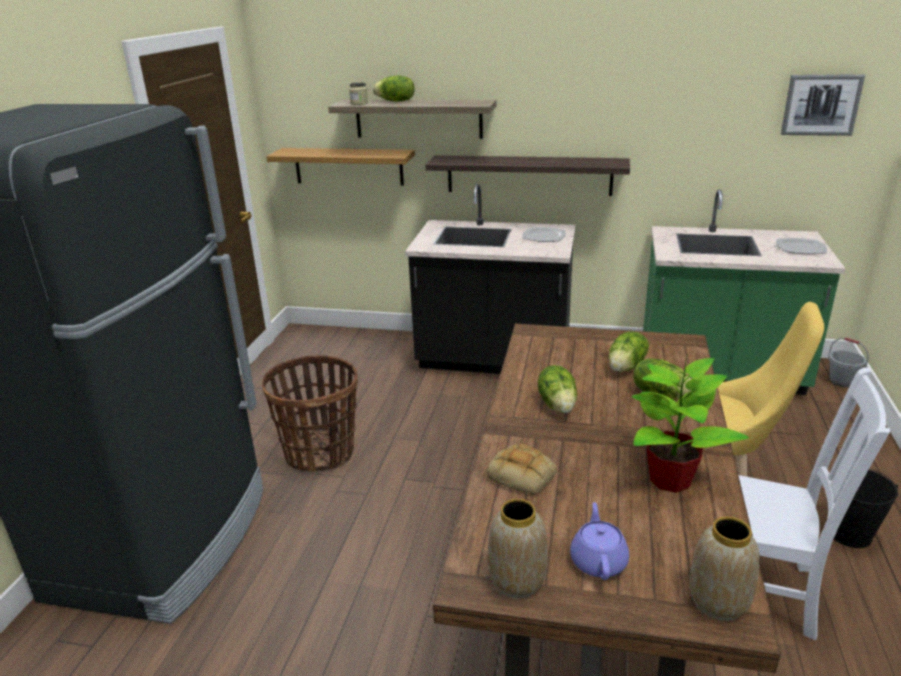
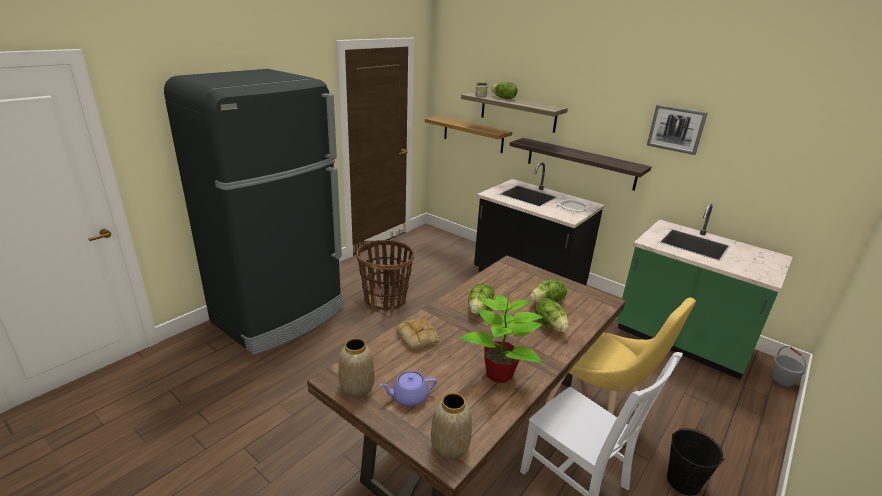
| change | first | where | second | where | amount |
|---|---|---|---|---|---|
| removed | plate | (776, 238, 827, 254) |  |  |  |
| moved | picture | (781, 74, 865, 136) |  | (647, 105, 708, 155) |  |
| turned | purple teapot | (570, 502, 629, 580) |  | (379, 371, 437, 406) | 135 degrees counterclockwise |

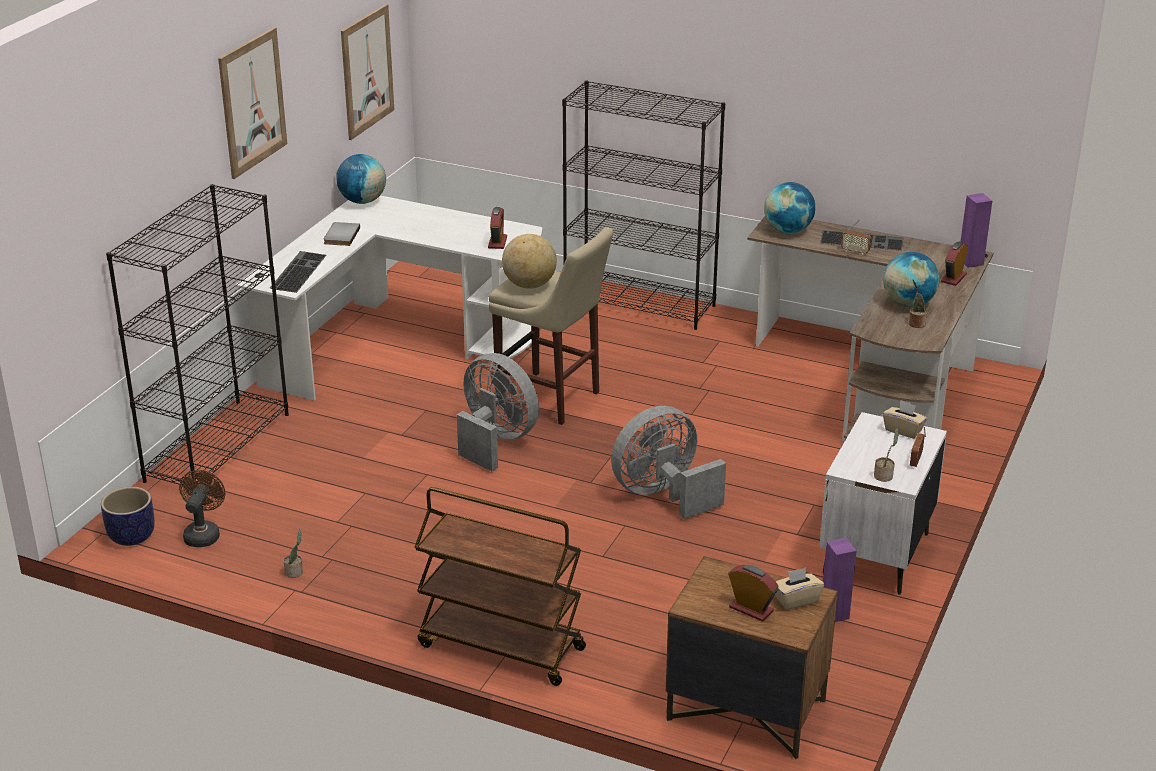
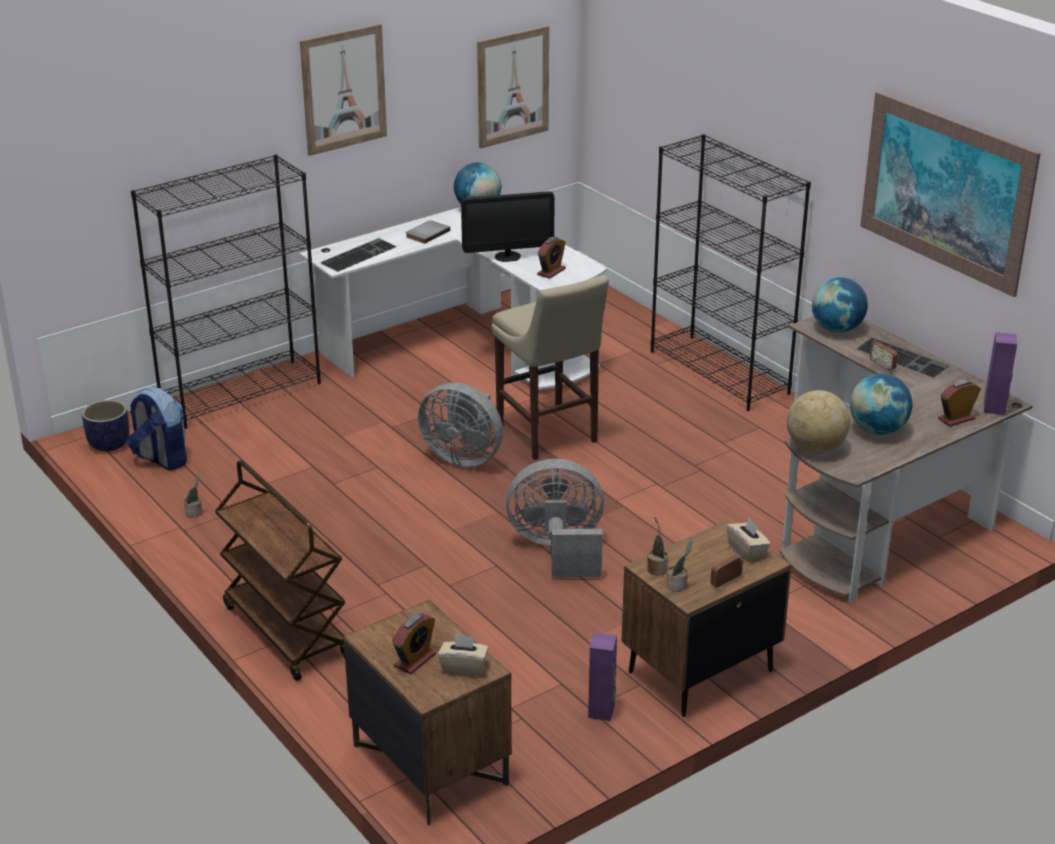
| change | first | where | second | where | amount |
|---|---|---|---|---|---|
| added |  |  | monitor | (461, 191, 555, 262) |  |
| added |  |  | picture | (860, 92, 1041, 297) |  |
| moved | globe | (502, 234, 557, 289) |  | (787, 390, 850, 453) |  |
| moved | potted plant | (909, 280, 927, 328) |  | (647, 516, 668, 576) |  |
| replaced | brown fan | (179, 470, 225, 547) | backpack | (127, 387, 187, 470) |  |
| recoloured | white nightstand | (819, 412, 947, 594) | brown nightstand | (621, 521, 792, 717) |  |
| turned | grey fan | (457, 353, 539, 471) |  | (418, 383, 503, 467) | 135 degrees clockwise |
| turned | alarm clock | (728, 565, 779, 622) |  | (392, 613, 436, 674) | 60 degrees clockwise |

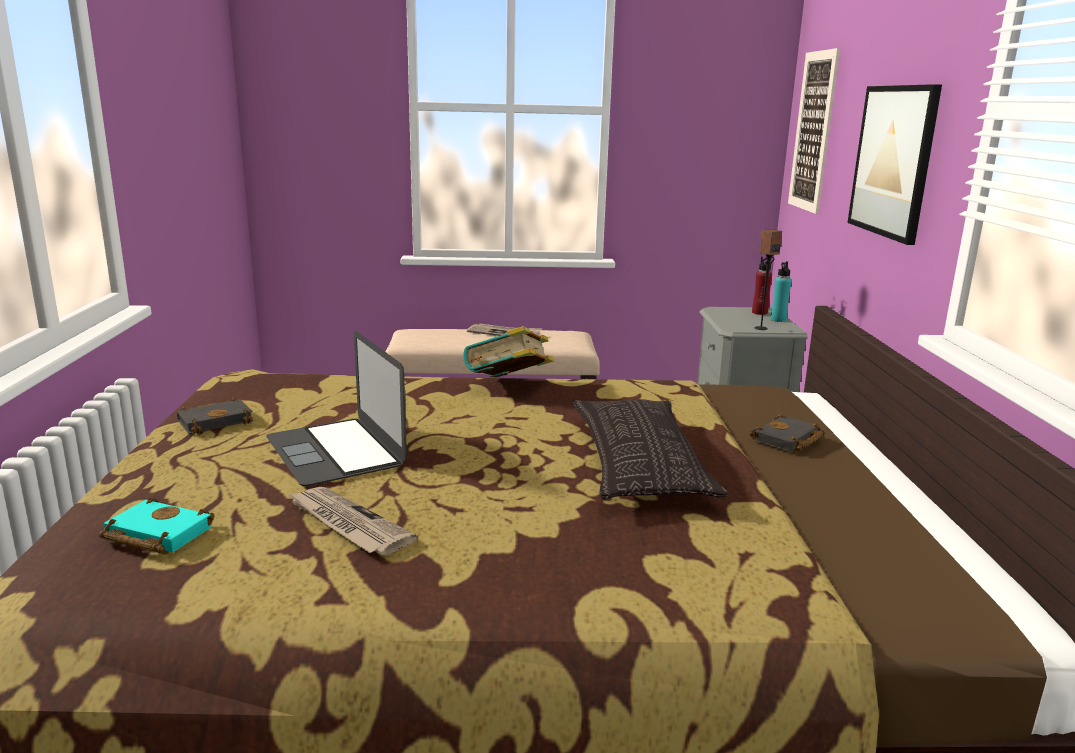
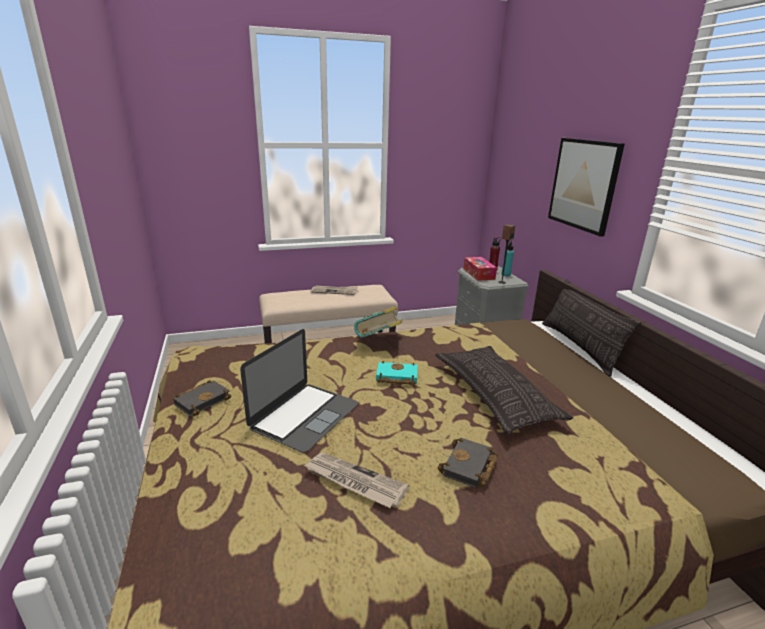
| change | first | where | second | where | amount |
|---|---|---|---|---|---|
| removed | picture | (788, 48, 840, 214) |  |  |  |
| added |  |  | tissue box | (464, 257, 497, 281) |  |
| added |  |  | pillow | (542, 279, 641, 377) |  |
| moved | turquoise book | (99, 498, 215, 555) |  | (376, 361, 418, 385) |  |
| moved | black book | (749, 414, 825, 453) |  | (437, 438, 498, 488) |  |
| turned | laptop | (266, 331, 407, 486) |  | (240, 329, 358, 453) | 105 degrees counterclockwise |

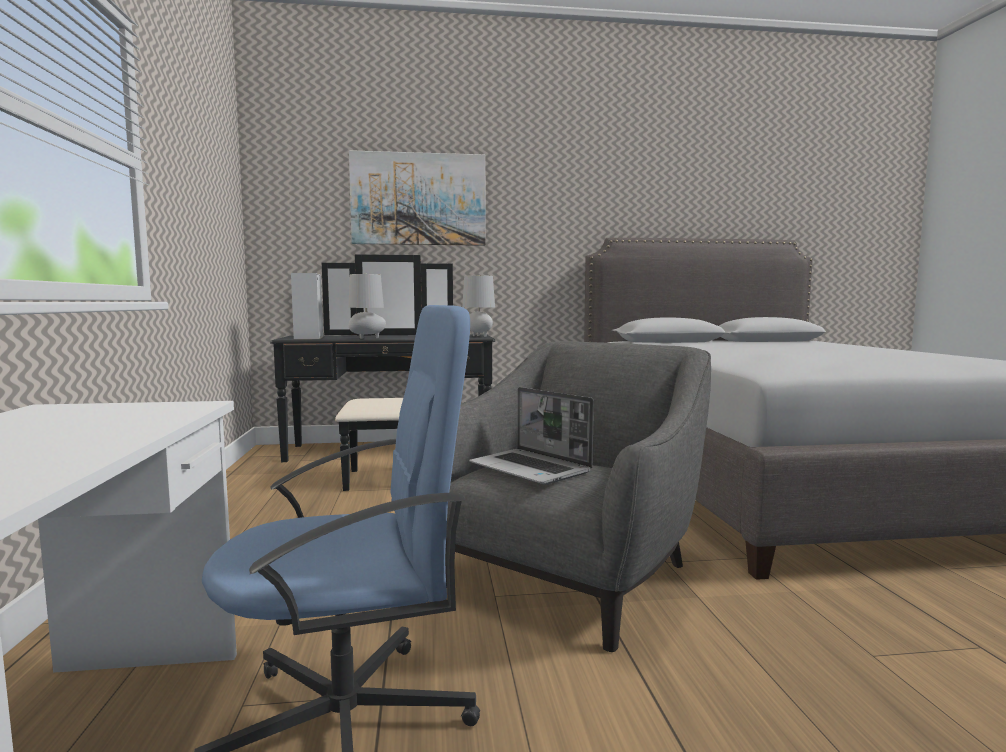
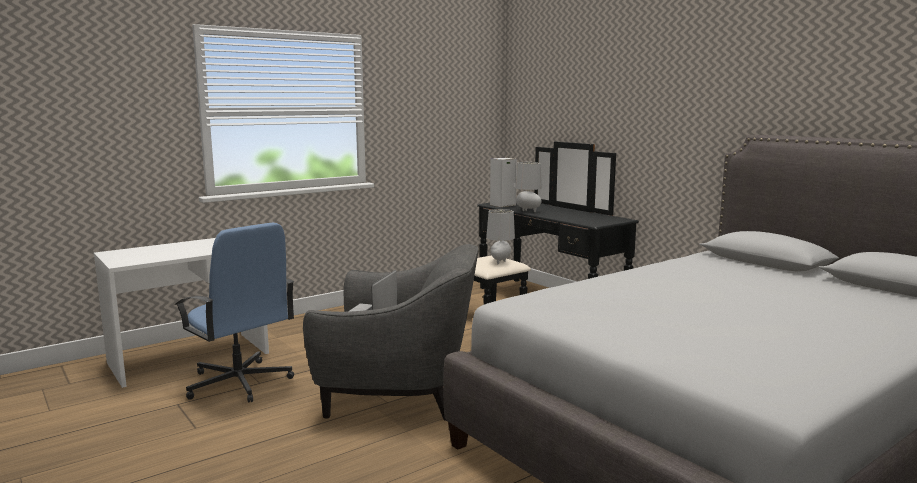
| change | first | where | second | where | amount |
|---|---|---|---|---|---|
| removed | picture | (349, 150, 486, 246) |  |  |  |
| moved | grey table lamp | (462, 275, 495, 337) |  | (486, 209, 515, 264) |  |

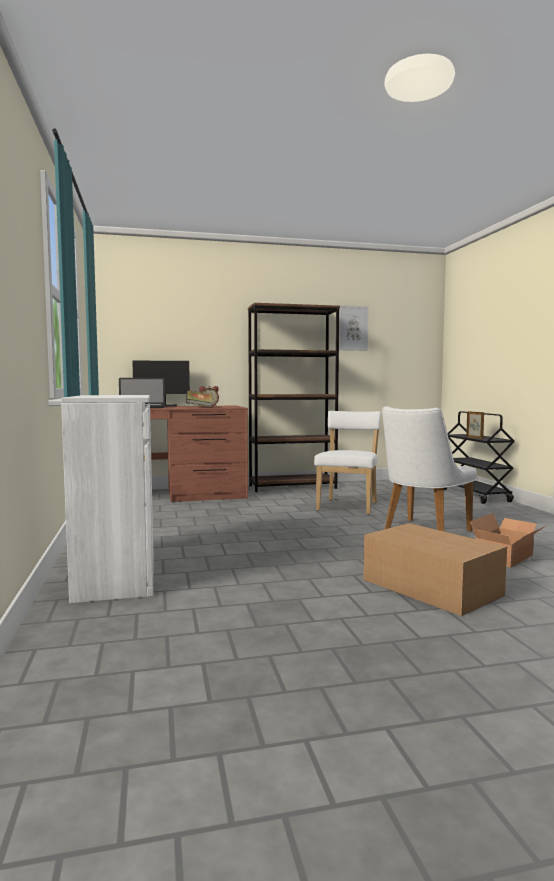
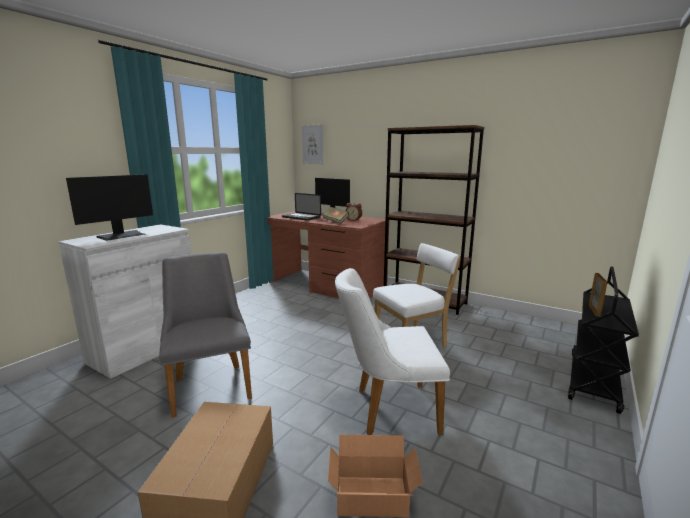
| change | first | where | second | where | amount |
|---|---|---|---|---|---|
| added |  |  | monitor | (66, 174, 153, 241) |  |
| added |  |  | grey chair | (159, 252, 252, 418) |  |
| moved | picture | (339, 305, 369, 351) |  | (301, 124, 324, 164) |  |

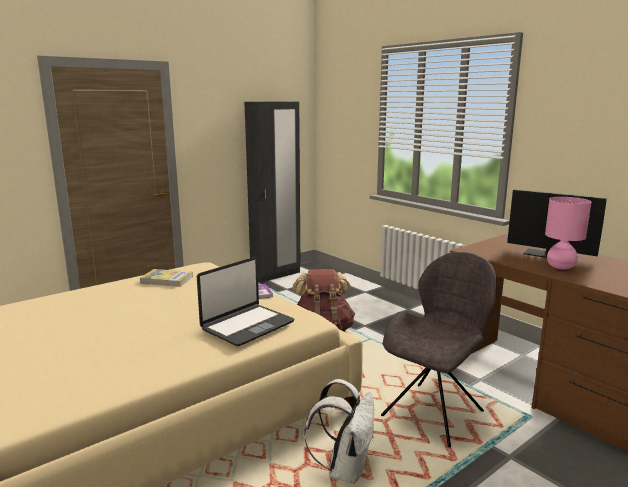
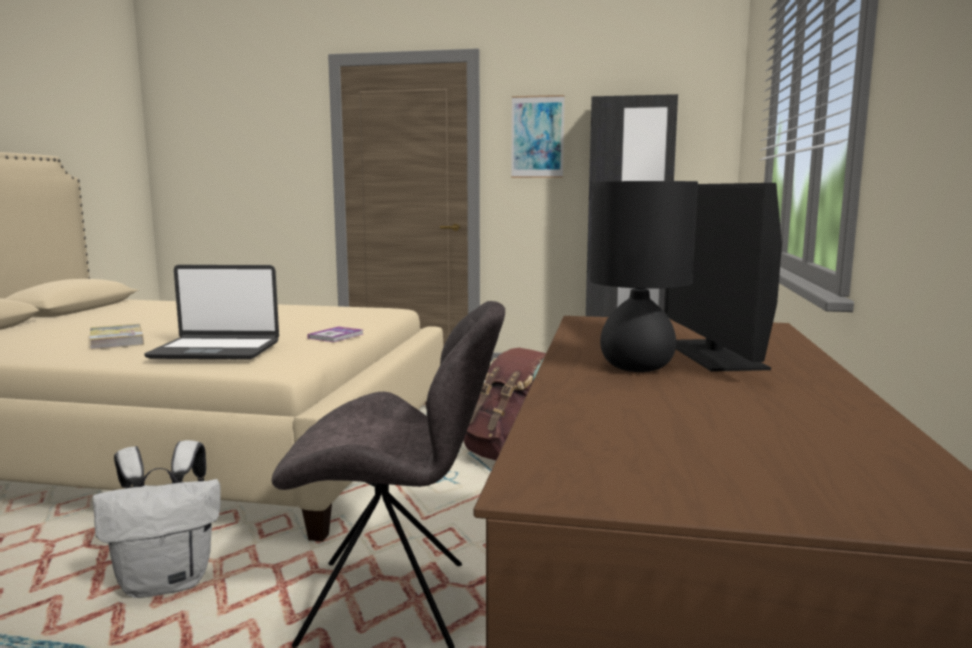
| change | first | where | second | where | amount |
|---|---|---|---|---|---|
| added |  |  | picture | (511, 95, 565, 178) |  |
| moved | book | (140, 269, 193, 287) |  | (89, 323, 144, 350) |  |
| recoloured | pink table lamp | (545, 197, 591, 269) | black table lamp | (590, 181, 698, 372) |  |

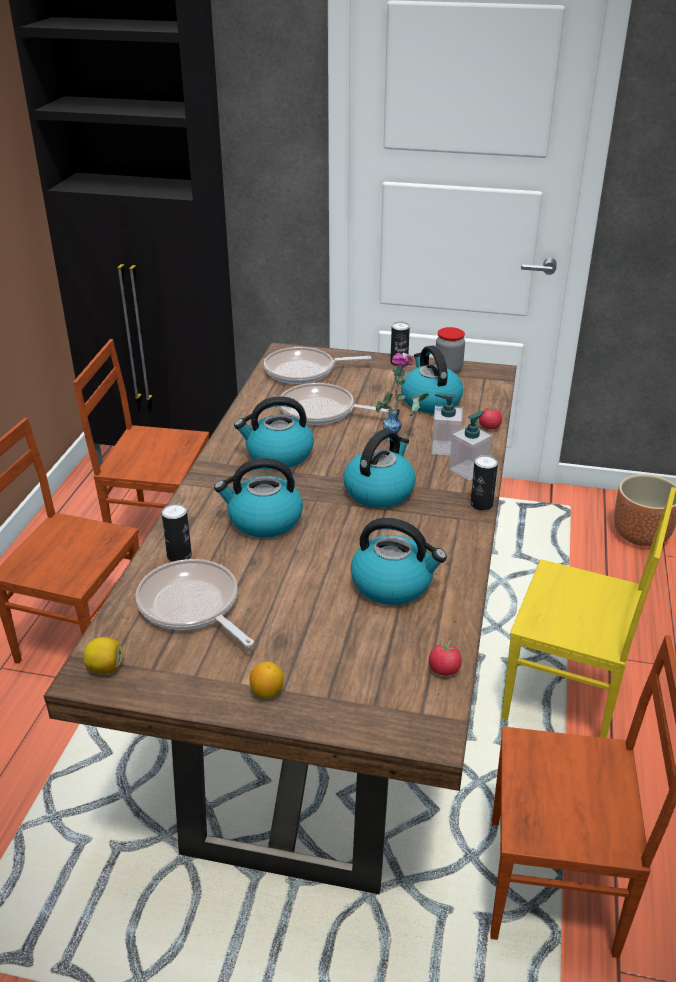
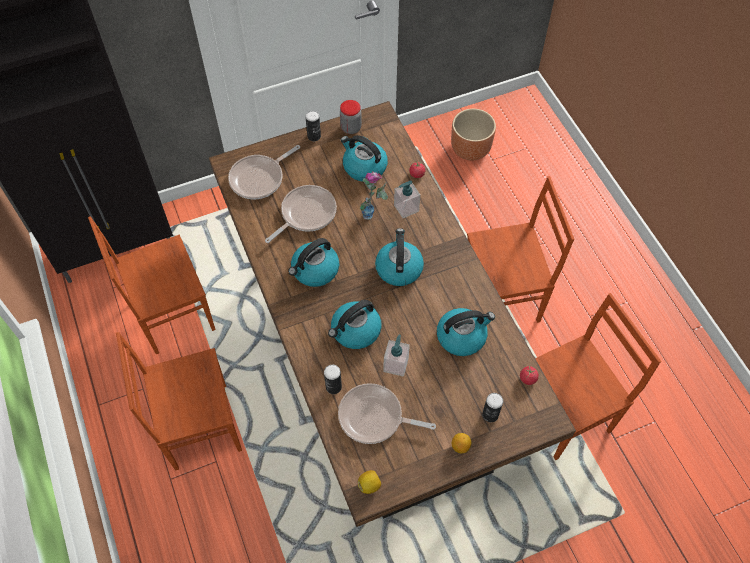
| change | first | where | second | where | amount |
|---|---|---|---|---|---|
| moved | soap dispenser | (449, 411, 492, 481) |  | (383, 335, 410, 377) |  |
| moved | can | (470, 455, 498, 510) |  | (482, 393, 503, 422) |  |
| recoloured | yellow chair | (502, 487, 676, 738) | brown chair | (467, 176, 574, 323) |  |
| turned | frying pan | (280, 383, 389, 425) |  | (265, 185, 337, 243) | 150 degrees clockwise |

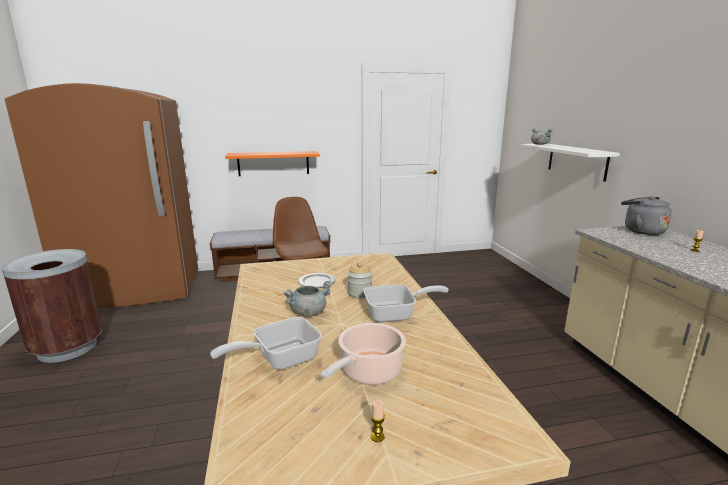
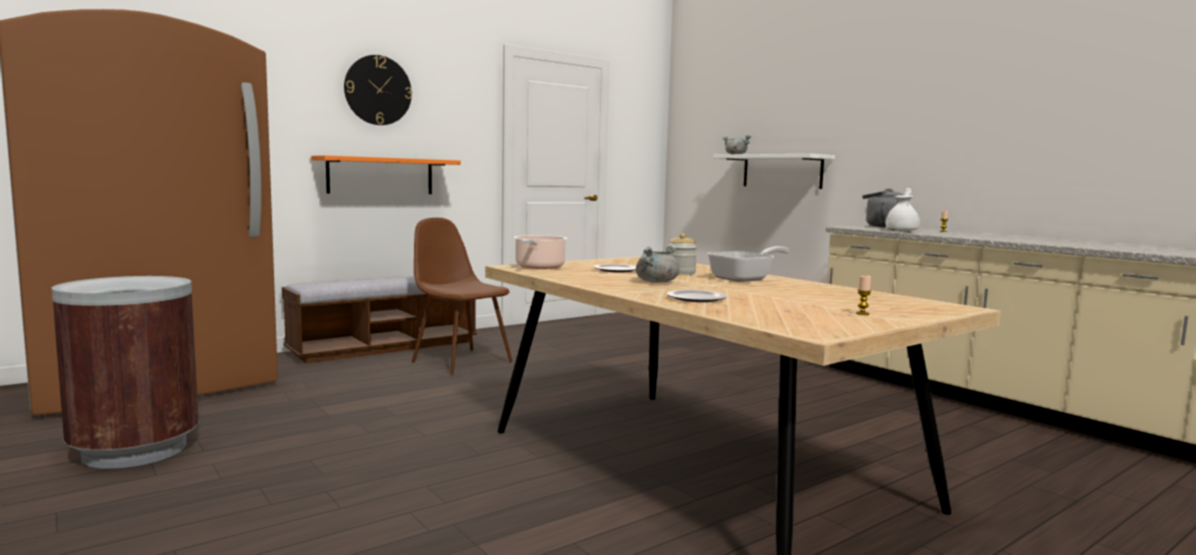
| change | first | where | second | where | amount |
|---|---|---|---|---|---|
| added |  |  | wall clock | (344, 55, 412, 125) |  |
| added |  |  | white teapot | (886, 188, 920, 231) |  |
| moved | cooking pot | (321, 323, 406, 385) |  | (513, 235, 568, 269) |  |
| replaced | frying pan | (210, 317, 322, 370) | plate | (667, 290, 727, 302) |  |

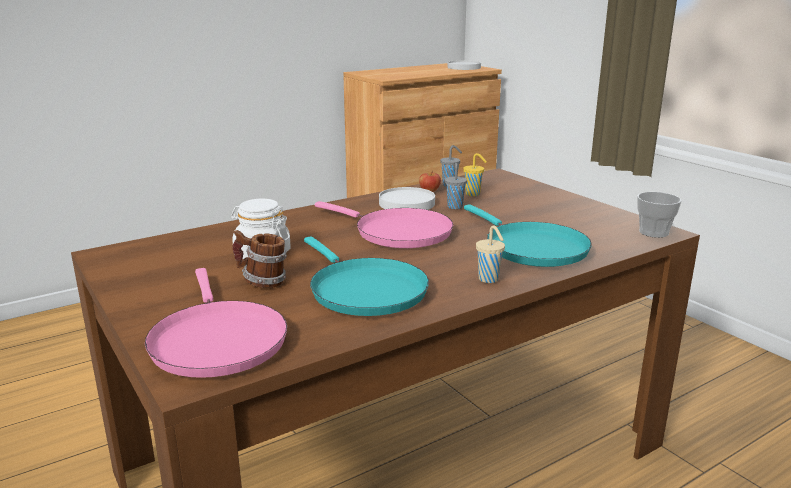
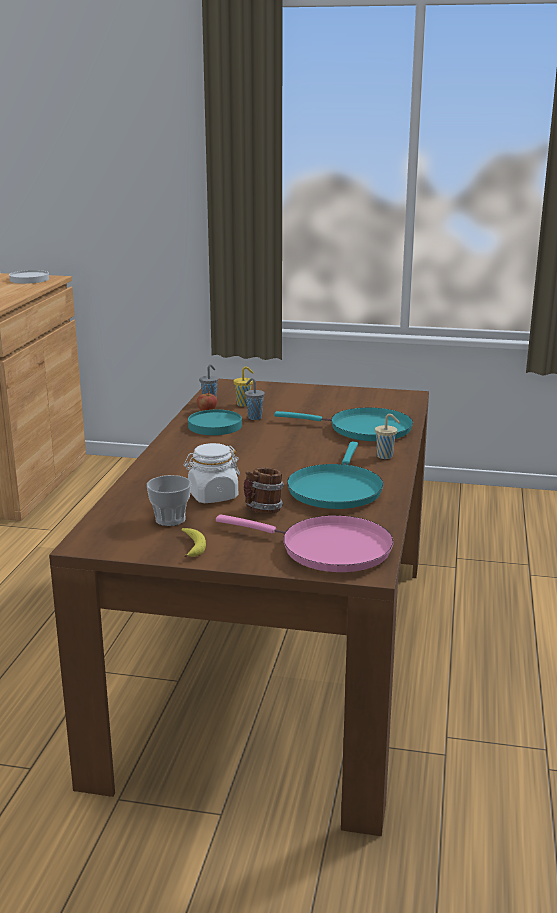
| change | first | where | second | where | amount |
|---|---|---|---|---|---|
| removed | pink frying pan | (315, 201, 453, 248) |  |  |  |
| added |  |  | banana | (182, 528, 206, 558) |  |
| moved | cup | (637, 192, 682, 238) |  | (147, 475, 191, 526) |  |
| recoloured | white plate | (379, 187, 435, 210) | turquoise plate | (188, 410, 242, 435) |  |
| turned | turquoise frying pan | (304, 236, 429, 316) |  | (287, 442, 384, 509) | 90 degrees clockwise |

